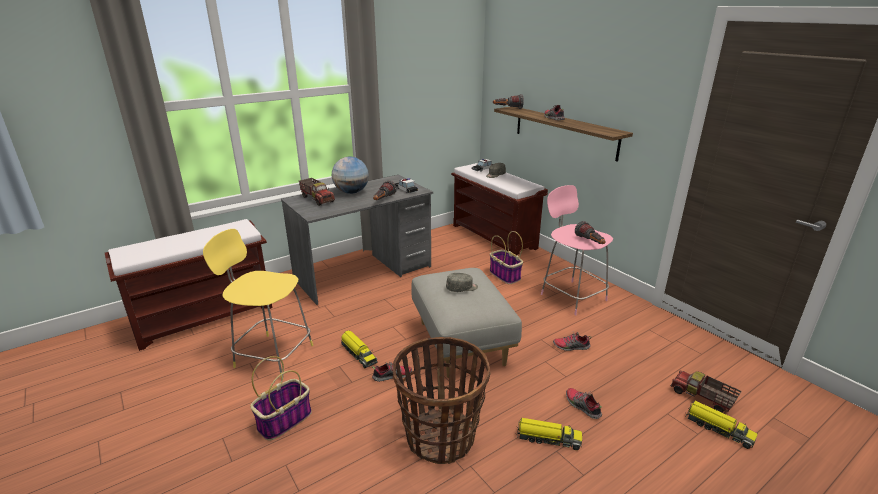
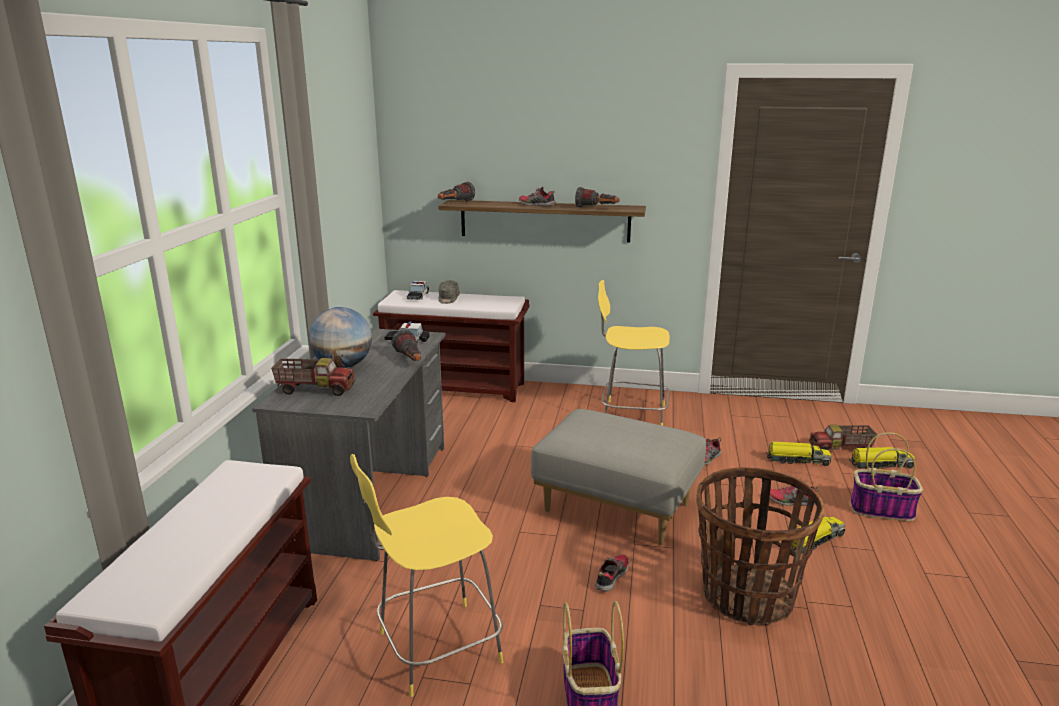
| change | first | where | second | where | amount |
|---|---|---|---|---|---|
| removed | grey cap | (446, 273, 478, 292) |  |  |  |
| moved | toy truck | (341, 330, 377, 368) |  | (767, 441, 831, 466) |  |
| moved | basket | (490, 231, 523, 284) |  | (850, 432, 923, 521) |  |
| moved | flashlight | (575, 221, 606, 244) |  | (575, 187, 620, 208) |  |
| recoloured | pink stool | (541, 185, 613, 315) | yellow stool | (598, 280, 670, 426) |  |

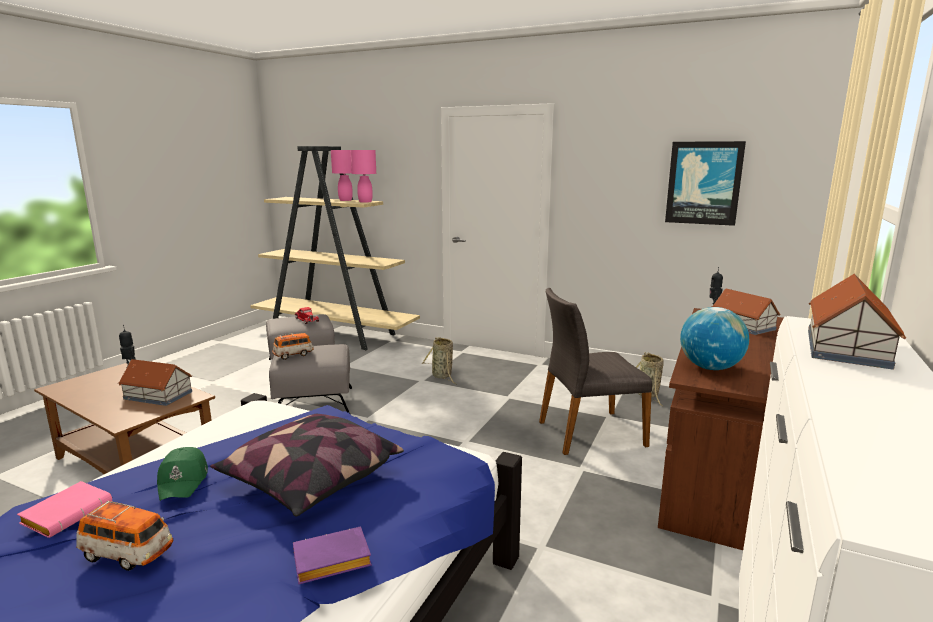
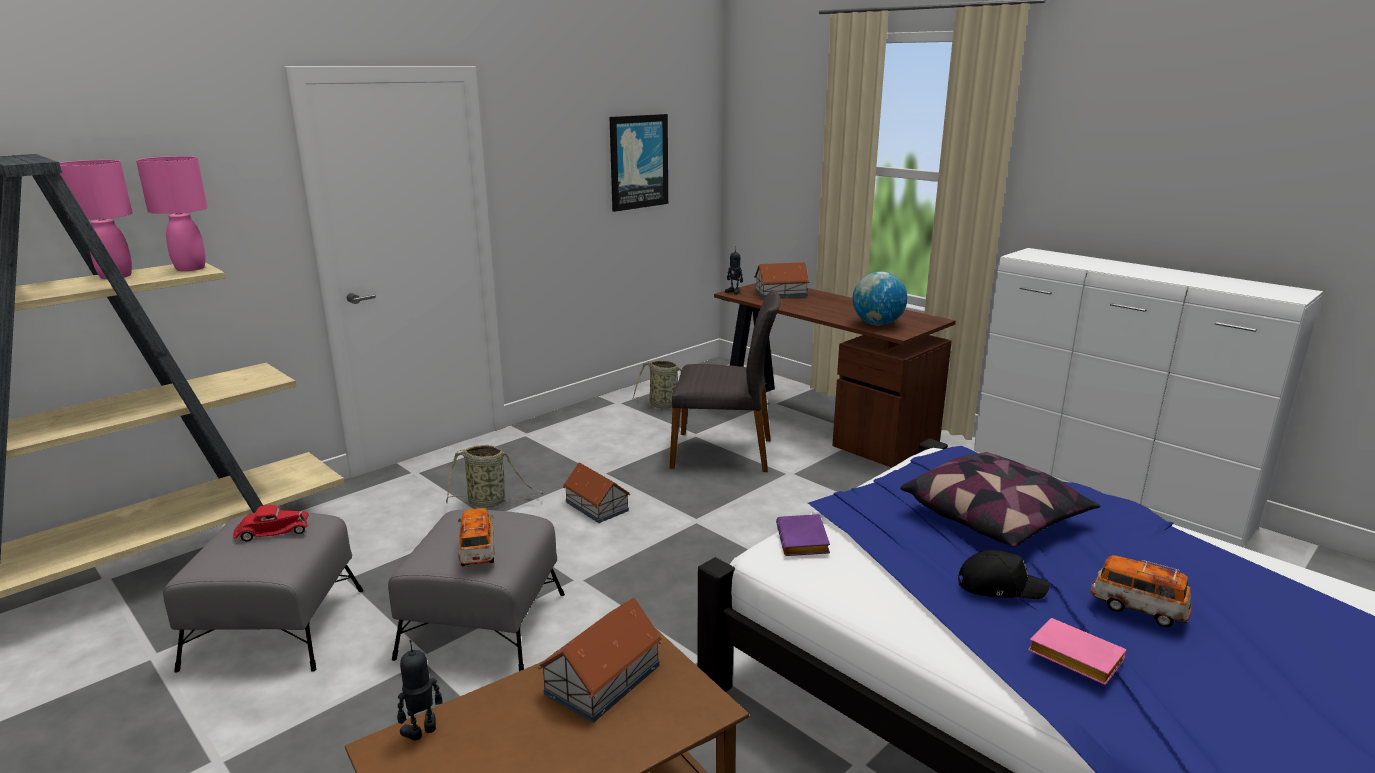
| change | first | where | second | where | amount |
|---|---|---|---|---|---|
| moved | purple book | (293, 527, 372, 585) |  | (776, 514, 830, 556) |  |
| moved | toy house | (808, 274, 906, 370) |  | (563, 463, 630, 523) |  |
| recoloured | green cap | (157, 447, 208, 501) | black cap | (958, 550, 1050, 599) |  |
| turned | toy car | (76, 501, 173, 571) |  | (1091, 555, 1192, 627) | 90 degrees counterclockwise |
| turned | grey chair | (539, 288, 652, 455) |  | (669, 290, 781, 472) | 90 degrees counterclockwise |

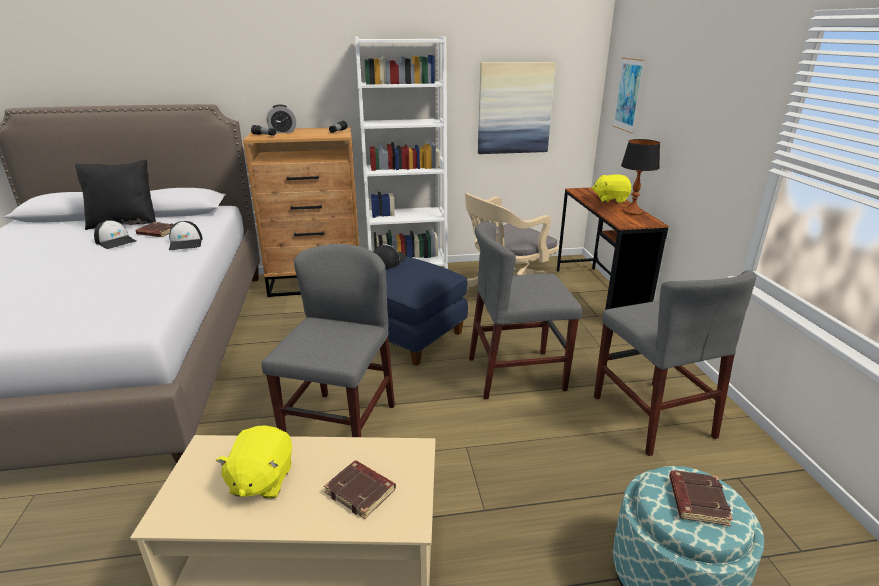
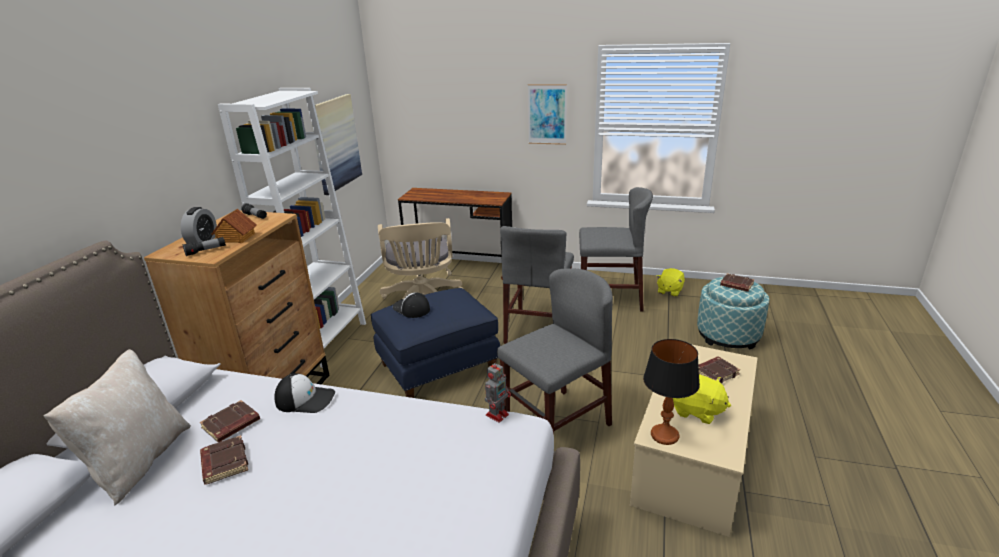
| change | first | where | second | where | amount |
|---|---|---|---|---|---|
| added |  |  | toy house | (211, 209, 257, 243) |  |
| added |  |  | toy robot | (485, 360, 511, 423) |  |
| moved | yellow plush toy | (592, 174, 631, 203) |  | (657, 268, 685, 297) |  |
| moved | picture | (612, 57, 645, 133) |  | (528, 84, 567, 145) |  |
| moved | table lamp | (621, 139, 660, 215) |  | (643, 339, 700, 445) |  |
| replaced | cap | (94, 220, 136, 249) | brown book | (200, 435, 248, 485) |  |
| recoloured | black pillow | (75, 160, 156, 230) | beige pillow | (43, 349, 191, 506) |  |
| turned | grey chair | (261, 244, 395, 437) |  | (497, 268, 613, 435) | 105 degrees clockwise |

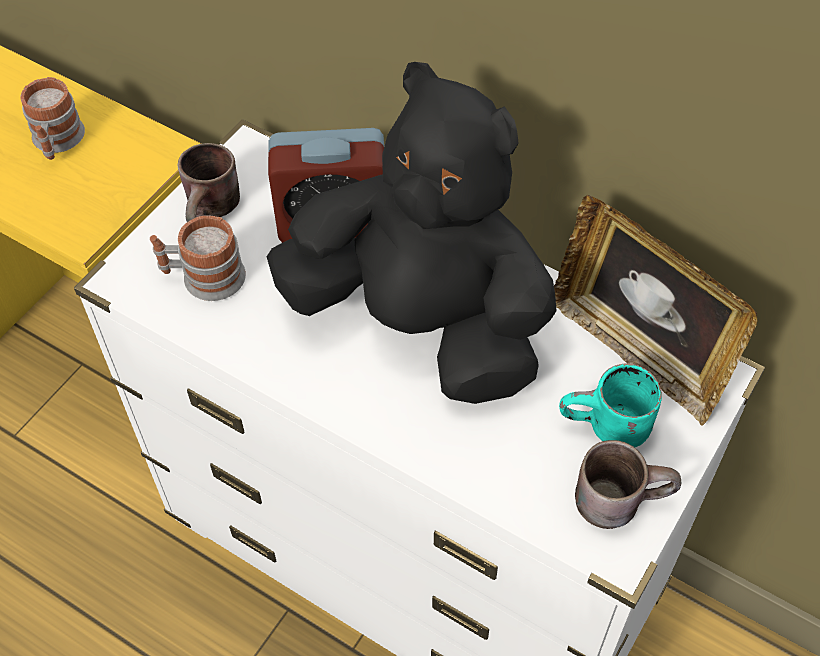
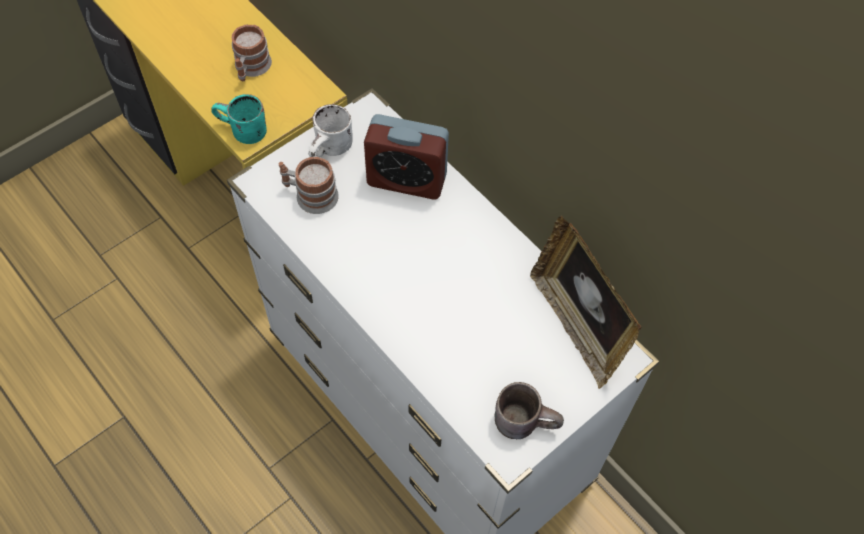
| change | first | where | second | where | amount |
|---|---|---|---|---|---|
| removed | black plush toy | (267, 62, 557, 404) |  |  |  |
| moved | turquoise mug | (559, 363, 662, 447) |  | (211, 94, 267, 144) |  |
| recoloured | brown mug | (177, 143, 240, 222) | white mug | (308, 104, 353, 158) |  |

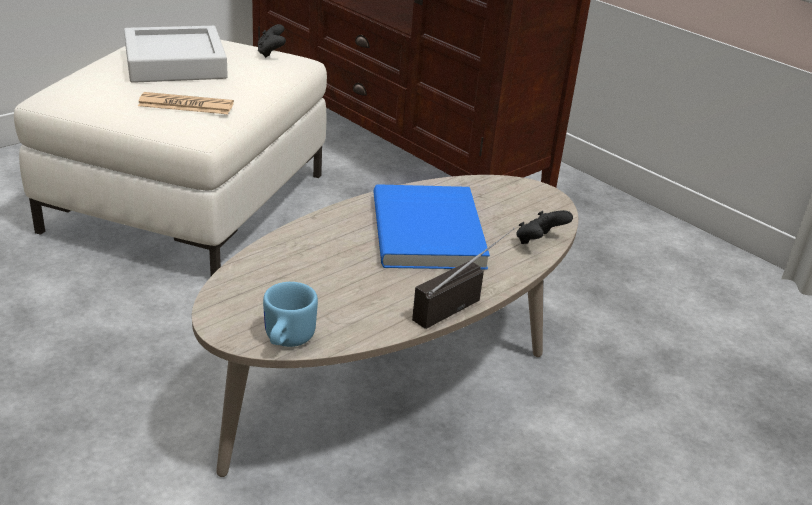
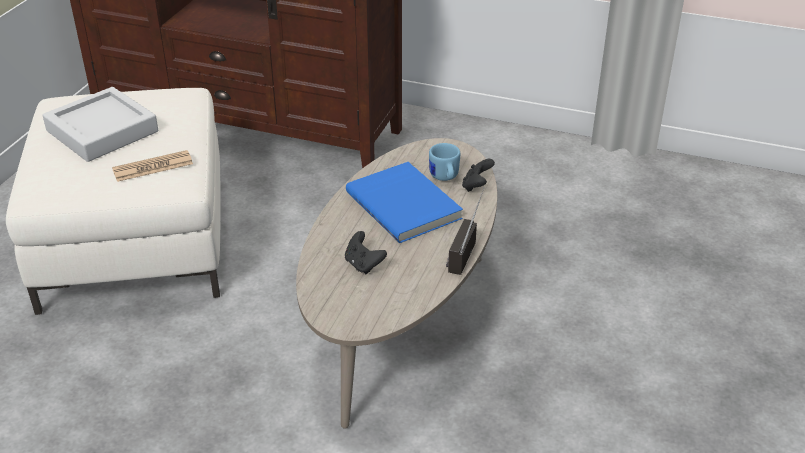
| change | first | where | second | where | amount |
|---|---|---|---|---|---|
| moved | black game controller | (257, 24, 286, 58) |  | (345, 231, 387, 274) |  |
| moved | blue mug | (263, 282, 318, 347) |  | (429, 143, 460, 181) |  |

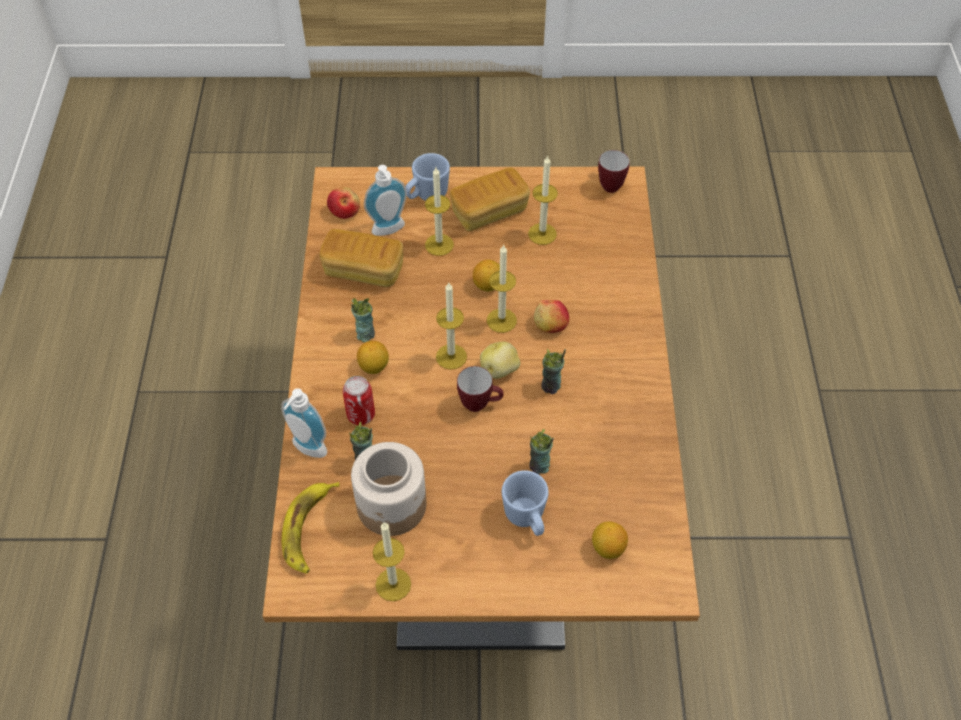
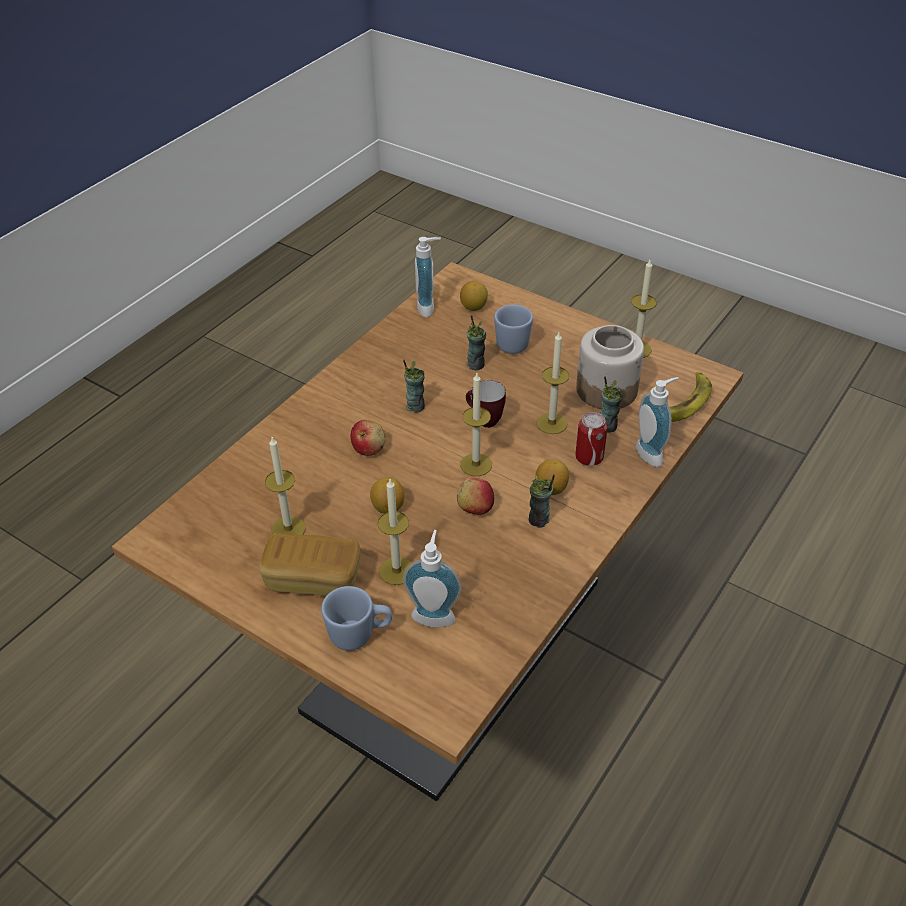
| change | first | where | second | where | amount |
|---|---|---|---|---|---|
| removed | bread | (320, 229, 403, 287) |  |  |  |
| removed | potato | (480, 342, 520, 379) |  |  |  |
| removed | mug | (598, 150, 630, 193) |  |  |  |
| added |  |  | soap dispenser | (415, 237, 441, 317) |  |
| moved | apple | (327, 187, 360, 219) |  | (457, 477, 494, 515) |  |
| moved | candle | (487, 245, 517, 333) |  | (536, 332, 569, 434) |  |

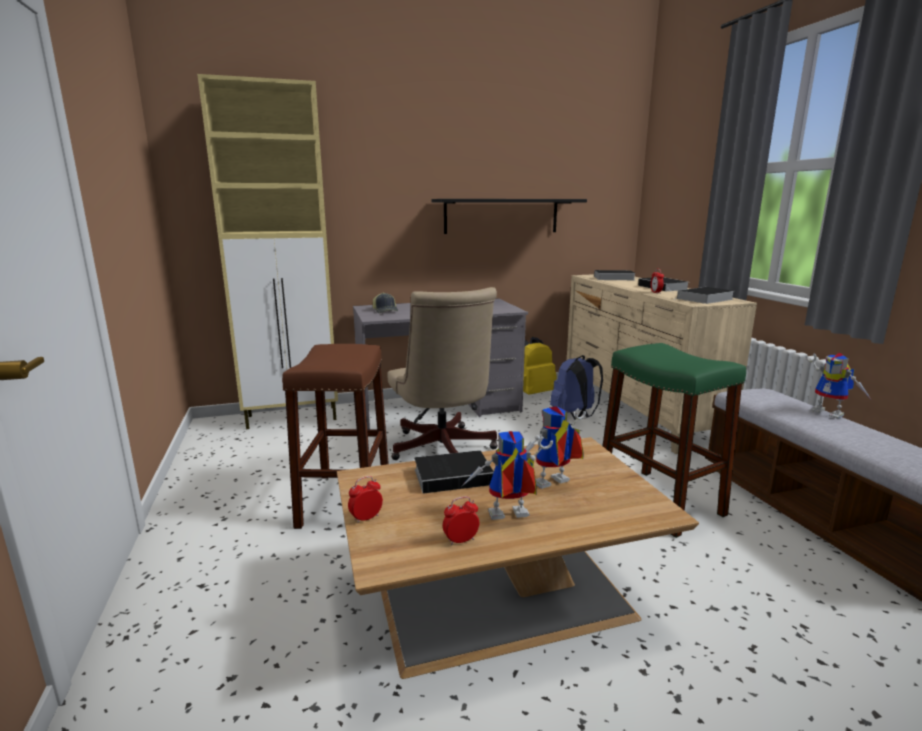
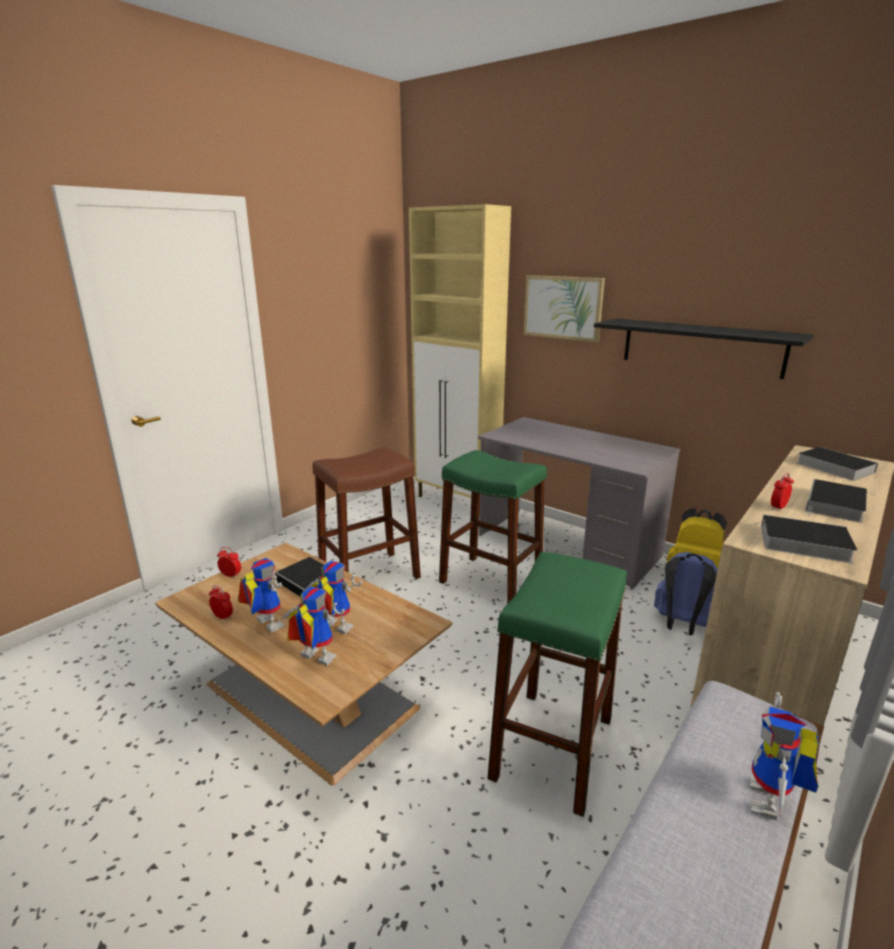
| change | first | where | second | where | amount |
|---|---|---|---|---|---|
| removed | cap | (373, 293, 398, 313) |  |  |  |
| added |  |  | toy robot | (281, 587, 345, 666) |  |
| added |  |  | picture | (523, 275, 605, 343) |  |
| replaced | beige office chair | (387, 287, 498, 460) | green stool | (439, 450, 547, 604) |  |

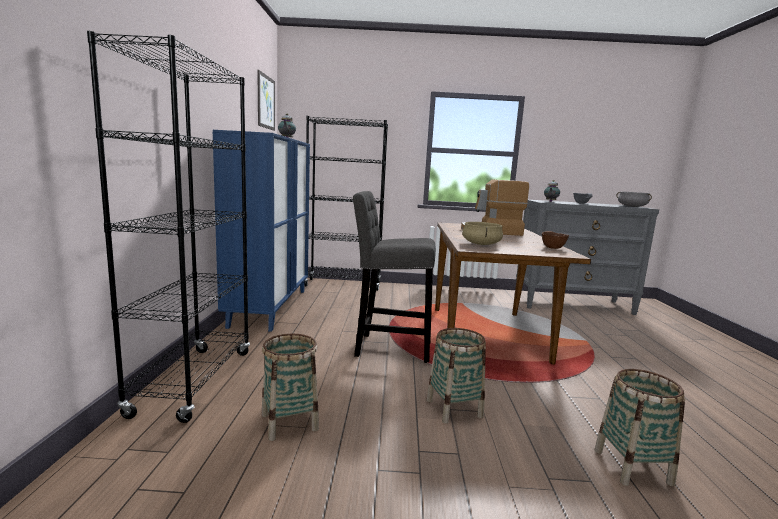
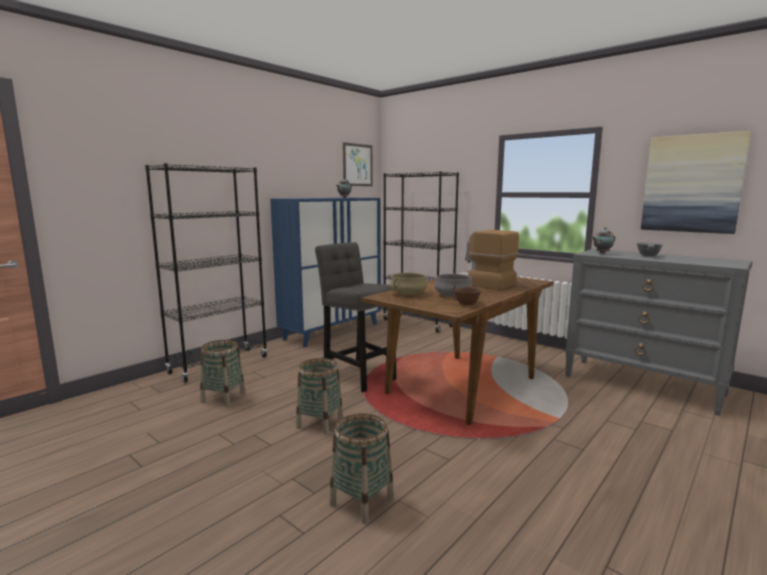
| change | first | where | second | where | amount |
|---|---|---|---|---|---|
| added |  |  | picture | (641, 131, 751, 234) |  |
| moved | grey cooking pot | (616, 191, 652, 207) |  | (435, 274, 472, 297) |  |

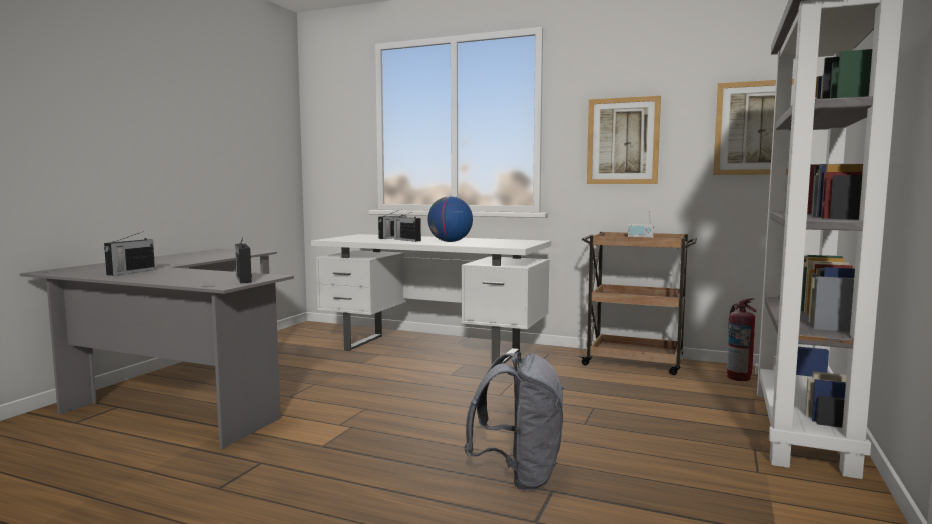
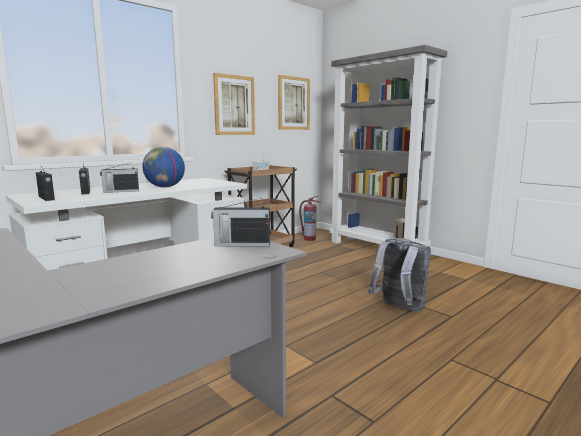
| change | first | where | second | where | amount |
|---|---|---|---|---|---|
| moved | radio | (104, 231, 155, 276) |  | (36, 165, 55, 201) |  |

